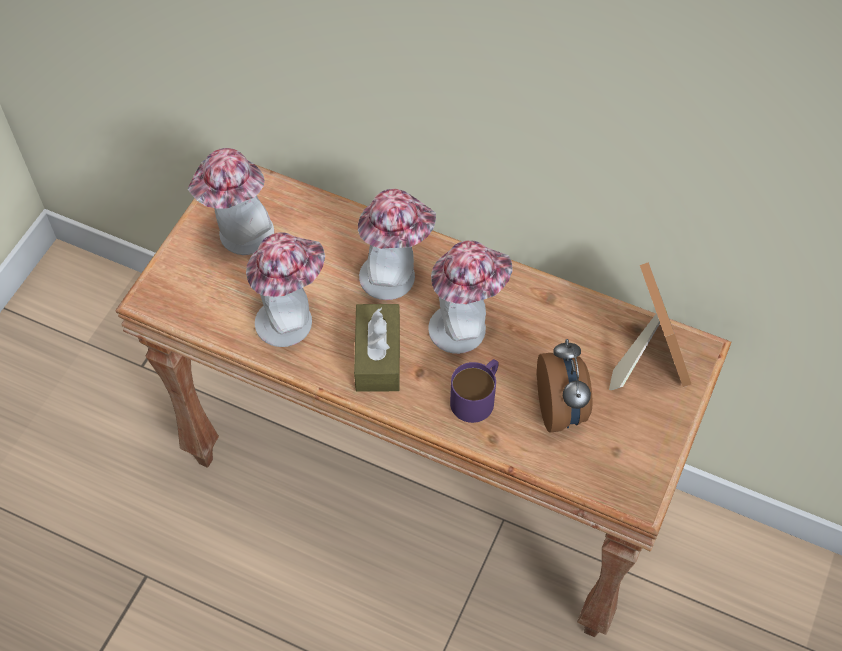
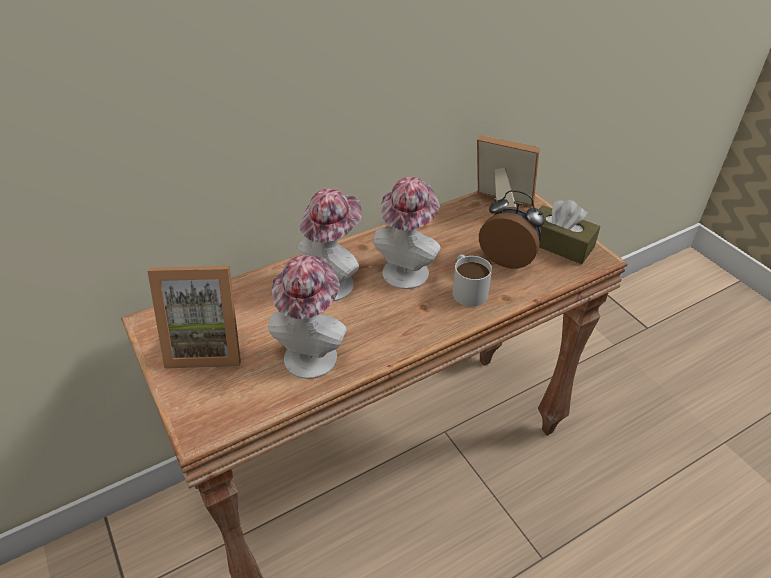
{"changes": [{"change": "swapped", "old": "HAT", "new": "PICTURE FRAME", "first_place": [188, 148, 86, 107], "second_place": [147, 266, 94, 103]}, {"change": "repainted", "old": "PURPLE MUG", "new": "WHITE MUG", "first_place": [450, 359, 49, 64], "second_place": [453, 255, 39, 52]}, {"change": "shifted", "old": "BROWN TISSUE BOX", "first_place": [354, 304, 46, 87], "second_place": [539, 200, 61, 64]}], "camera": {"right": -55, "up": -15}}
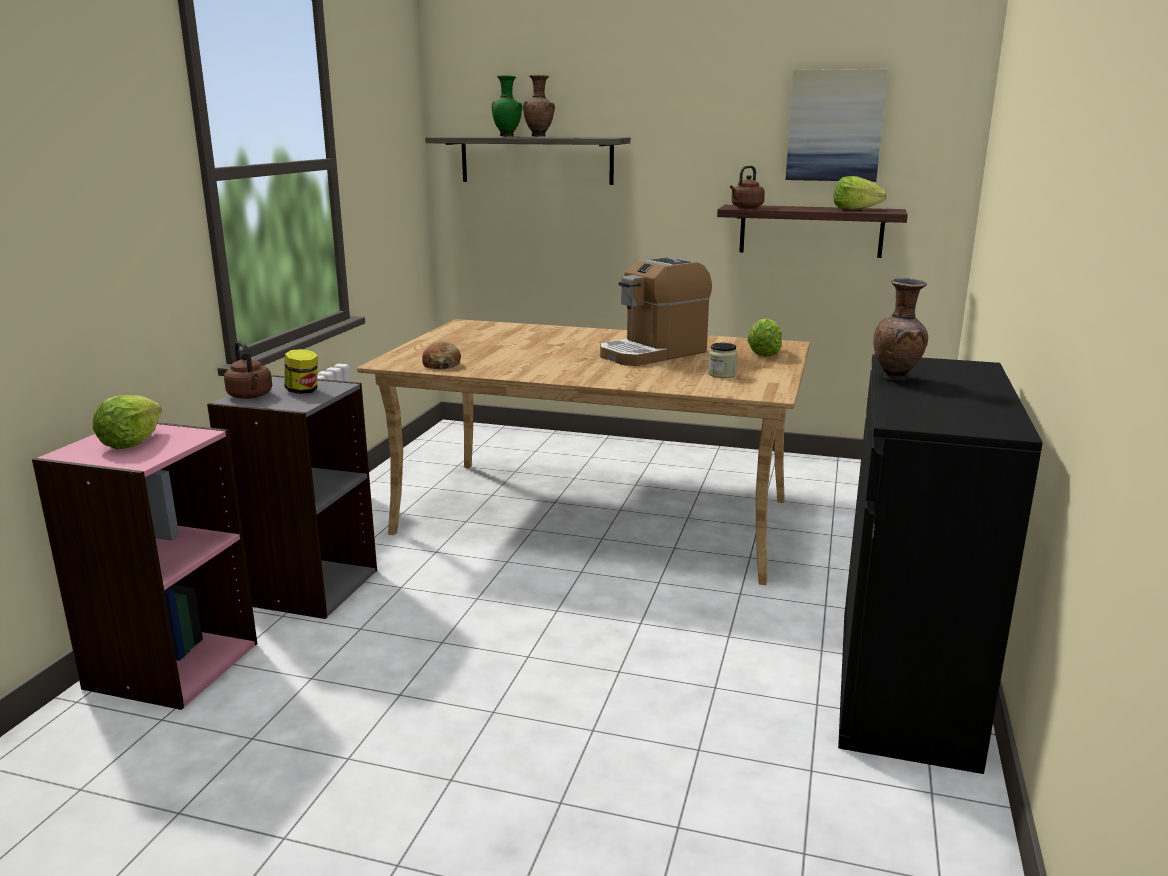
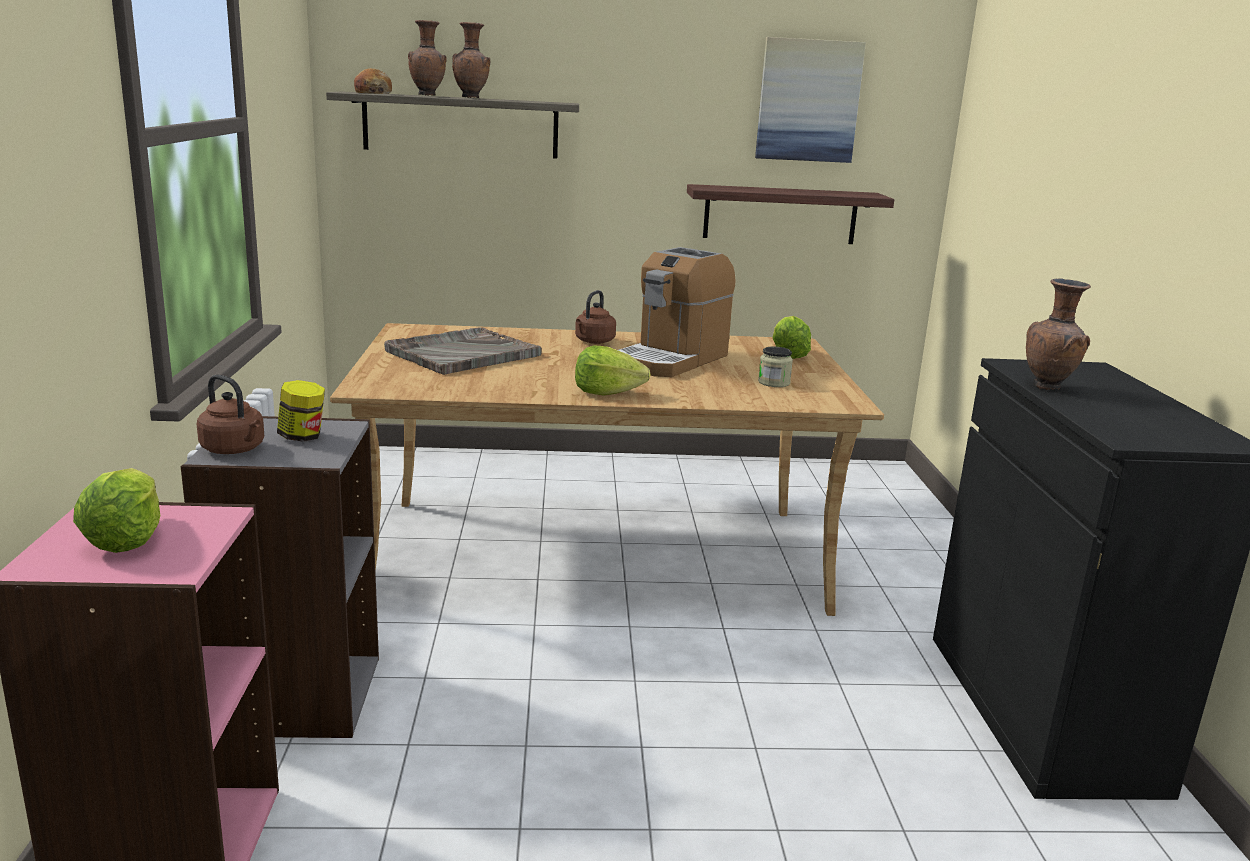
{"changes": [{"change": "shifted", "old": "BREAD", "first_place": [422, 341, 39, 28], "second_place": [354, 68, 38, 26]}, {"change": "new", "new": "GREY TRAY", "second_place": [384, 327, 158, 48]}, {"change": "repainted", "old": "GREEN VASE", "new": "BROWN VASE", "first_place": [492, 75, 30, 61], "second_place": [408, 20, 39, 76]}, {"change": "shifted", "old": "BROWN KETTLE", "first_place": [730, 166, 35, 42], "second_place": [575, 290, 41, 54]}, {"change": "shifted", "old": "LETTUCE", "first_place": [833, 176, 54, 34], "second_place": [575, 345, 75, 51]}], "camera": {"right": -20, "up": 0}}
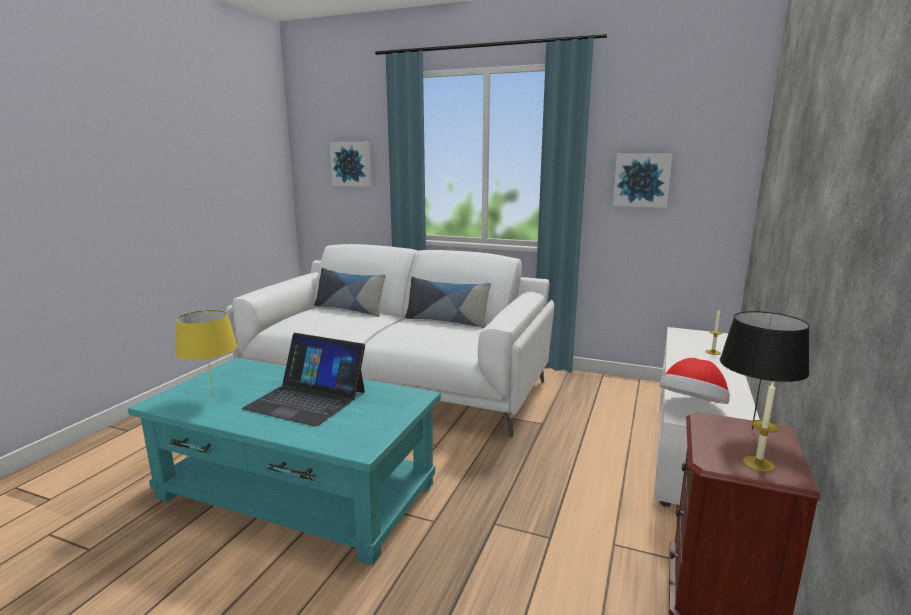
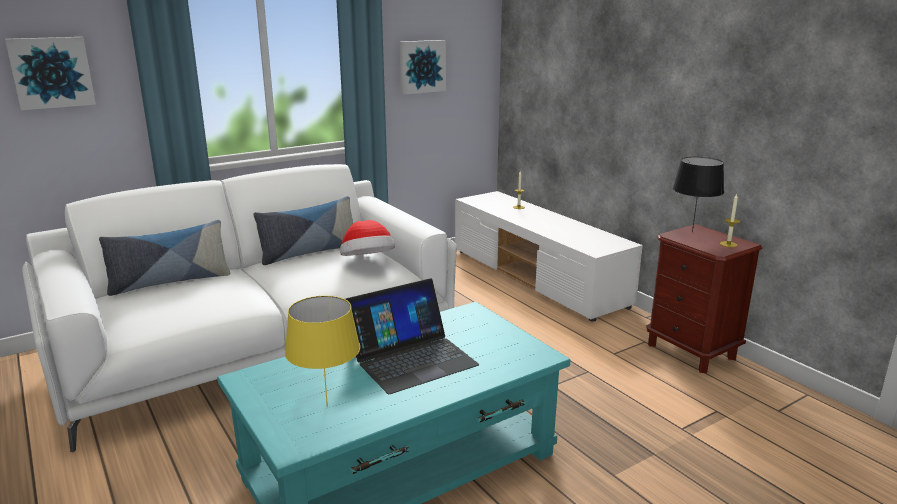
{"changes": [{"change": "shifted", "old": "HAT", "first_place": [660, 358, 70, 46], "second_place": [340, 220, 55, 36]}], "camera": {"right": -55, "up": 5}}
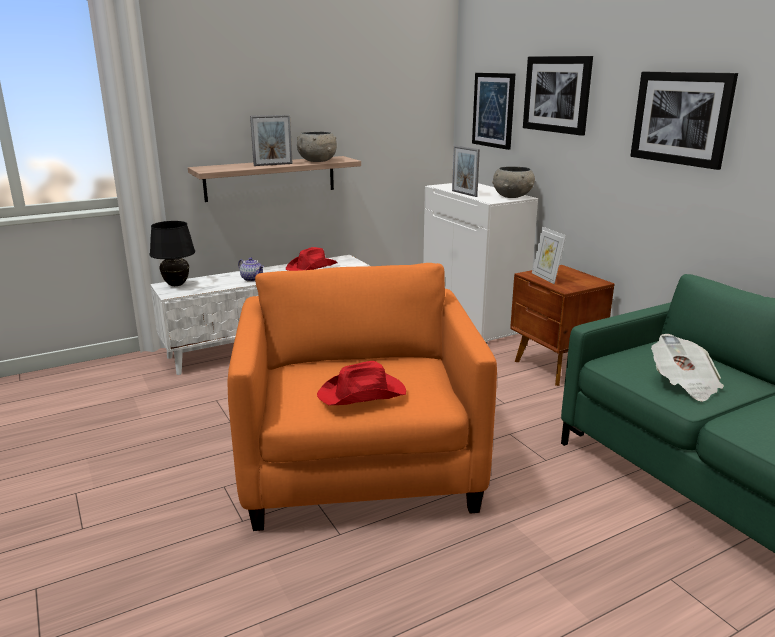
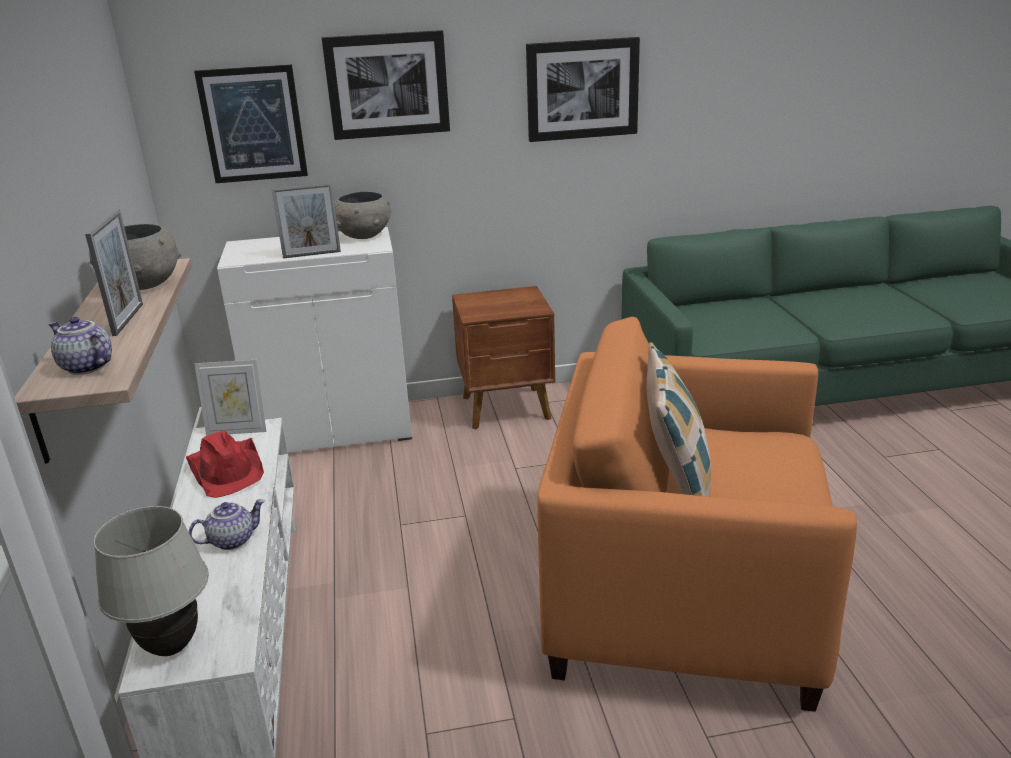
{"changes": [{"change": "new", "new": "TEAPOT", "second_place": [49, 317, 63, 58]}, {"change": "repainted", "old": "BLACK TABLE LAMP", "new": "WHITE TABLE LAMP", "first_place": [149, 221, 46, 65], "second_place": [93, 506, 116, 150]}, {"change": "shifted", "old": "PICTURE FRAME", "first_place": [532, 227, 34, 57], "second_place": [194, 360, 72, 76]}, {"change": "new", "new": "PILLOW", "second_place": [646, 342, 65, 155]}, {"change": "gone", "old": "RED HAT", "first_place": [317, 361, 89, 44]}, {"change": "gone", "old": "NEWSPAPER", "first_place": [651, 334, 73, 68]}], "camera": {"right": -70, "up": 5}}
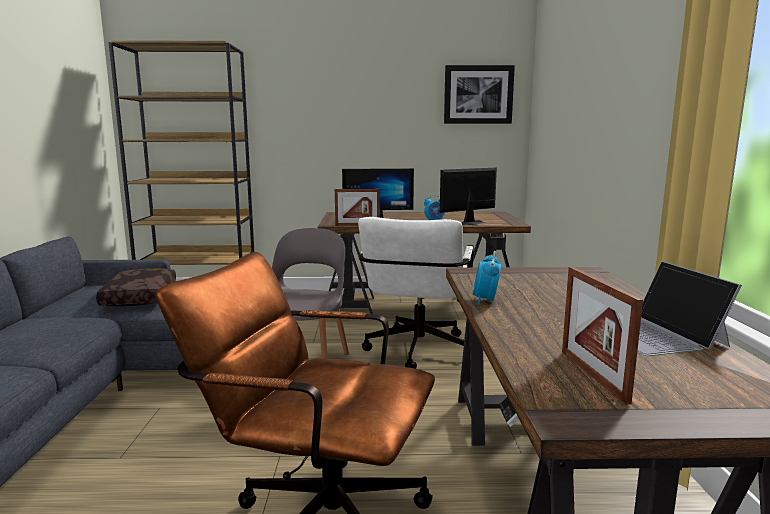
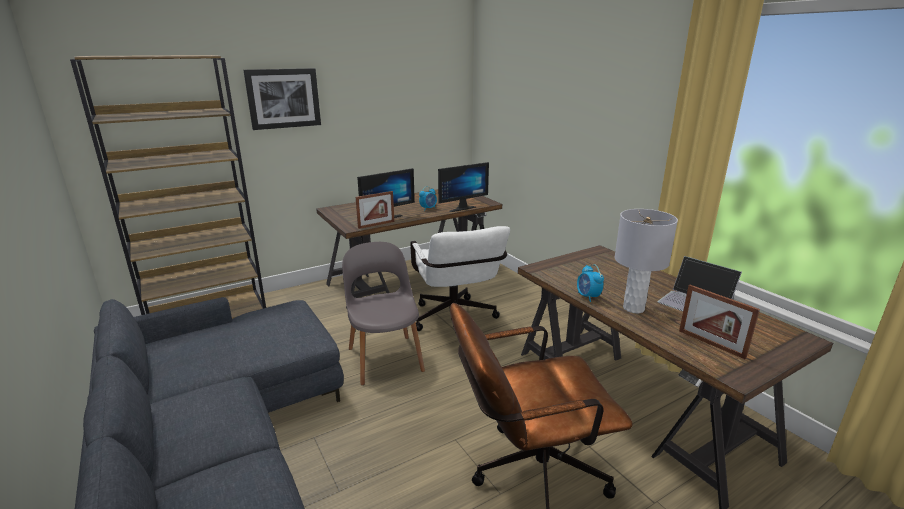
{"changes": [{"change": "shifted", "old": "PICTURE", "first_place": [444, 65, 71, 59], "second_place": [243, 68, 78, 62]}, {"change": "rotated", "old": "MONITOR", "first_place": [440, 168, 57, 58], "second_place": [438, 162, 51, 50], "degrees": -150}, {"change": "new", "new": "GREY TABLE LAMP", "second_place": [615, 209, 63, 105]}, {"change": "gone", "old": "BROWN PILLOW", "first_place": [96, 268, 80, 39]}], "camera": {"right": -30, "up": 10}}
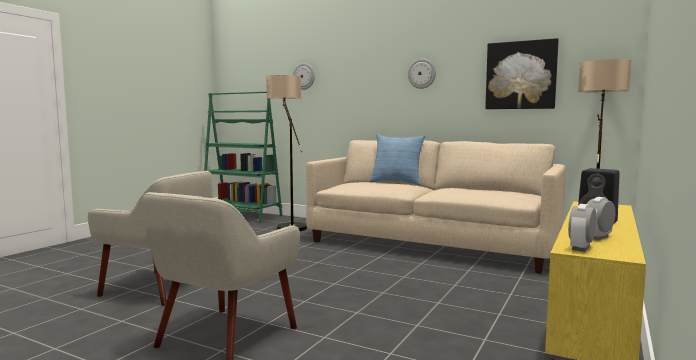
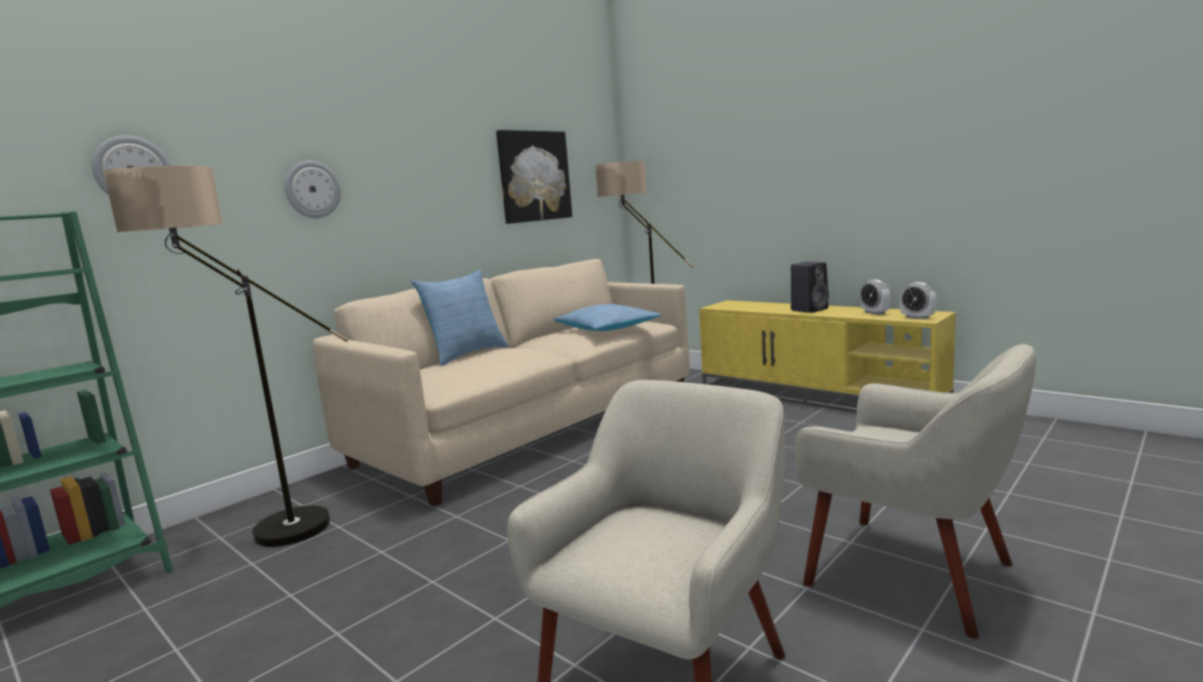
{"changes": [{"change": "shifted", "old": "WALL CLOCK", "first_place": [408, 59, 28, 30], "second_place": [285, 161, 56, 57]}, {"change": "new", "new": "PILLOW", "second_place": [554, 304, 108, 27]}], "camera": {"right": -75, "up": 5}}
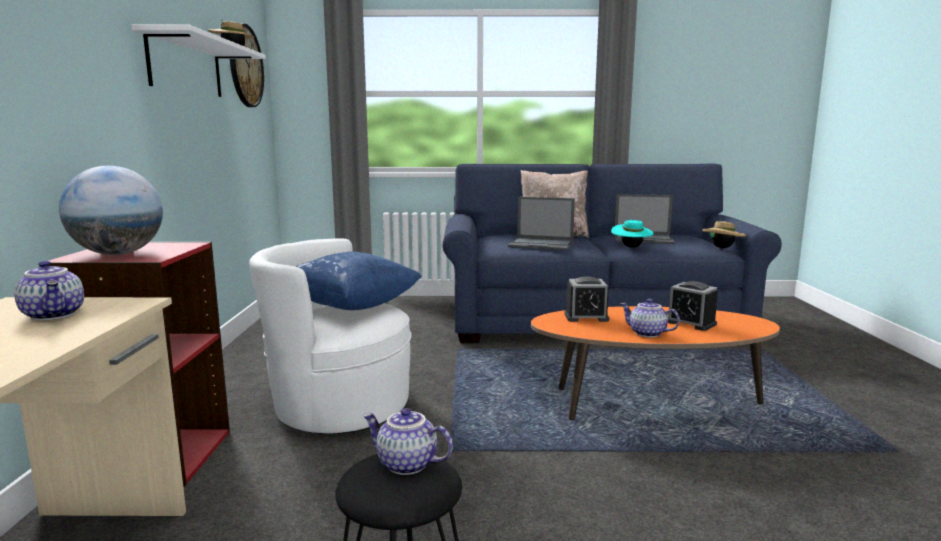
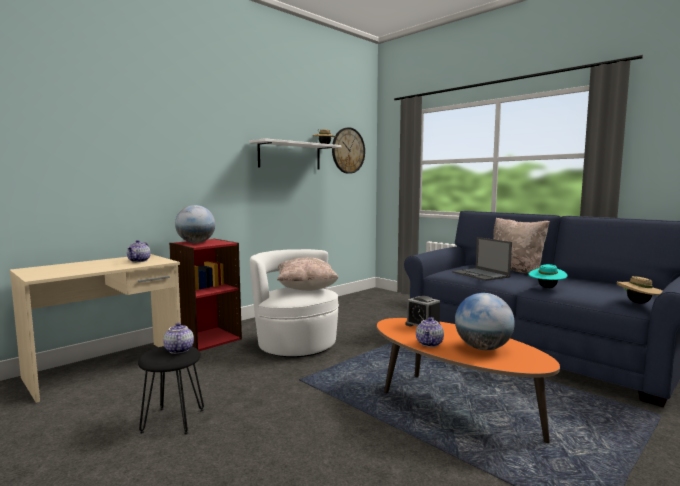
{"changes": [{"change": "repainted", "old": "BLUE PILLOW", "new": "BEIGE PILLOW", "first_place": [296, 252, 126, 58], "second_place": [277, 257, 62, 34]}, {"change": "rotated", "old": "TEAPOT", "first_place": [620, 299, 60, 38], "second_place": [416, 317, 28, 30], "degrees": -150}, {"change": "swapped", "old": "ALARM CLOCK", "new": "GLOBE", "first_place": [668, 281, 50, 50], "second_place": [455, 293, 60, 57]}, {"change": "gone", "old": "LAPTOP", "first_place": [614, 194, 61, 50]}], "camera": {"right": 45, "up": -5}}
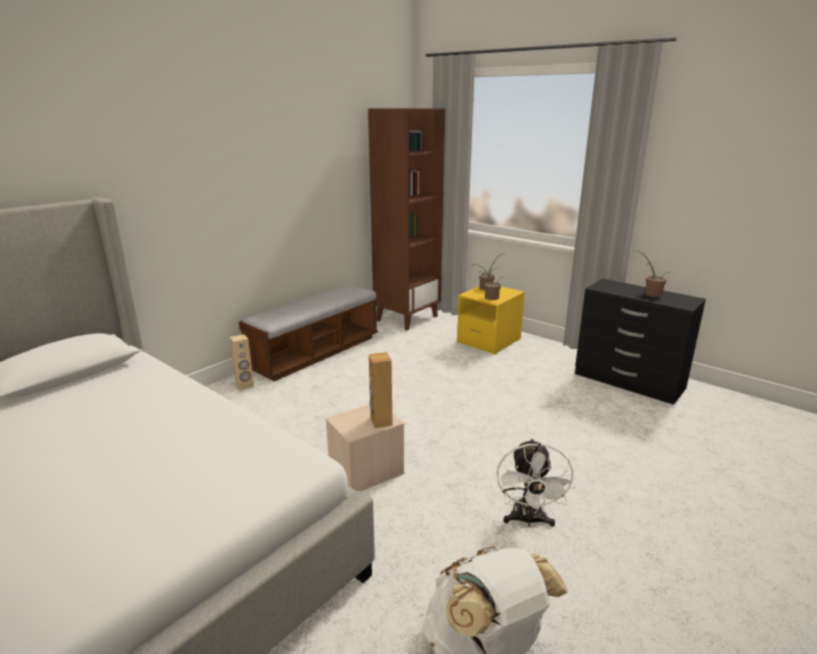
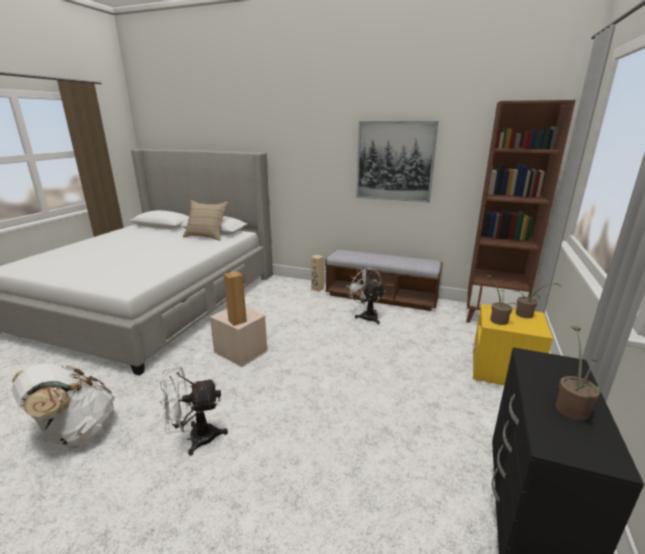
{"changes": [{"change": "new", "new": "BEIGE PILLOW", "second_place": [183, 200, 45, 41]}, {"change": "new", "new": "WHITE FAN", "second_place": [346, 266, 39, 58]}, {"change": "new", "new": "PICTURE", "second_place": [356, 121, 82, 81]}], "camera": {"right": 70, "up": 0}}
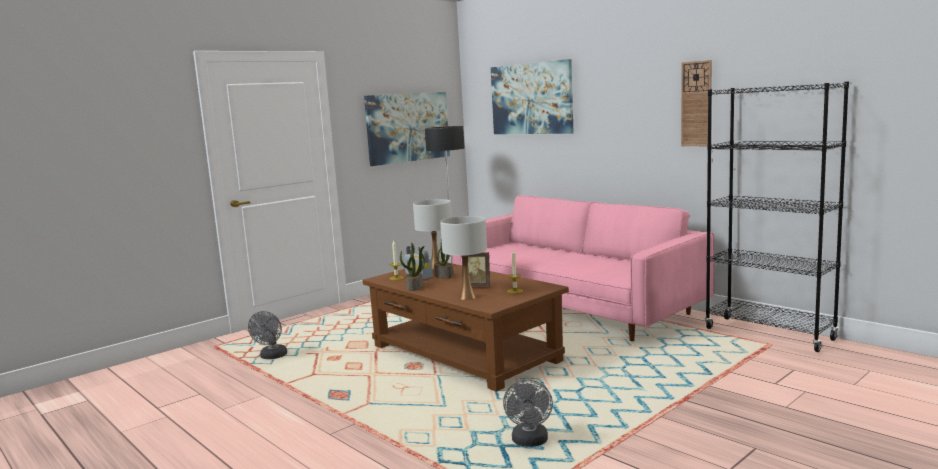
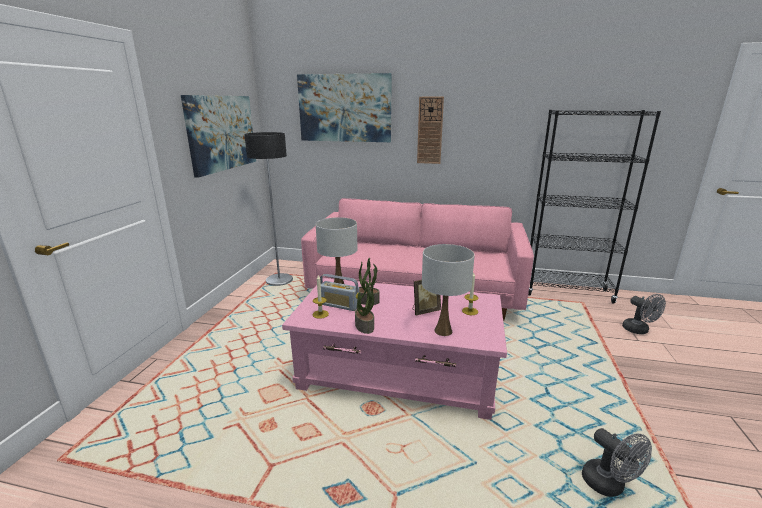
{"changes": [{"change": "repainted", "old": "BROWN COFFEE TABLE", "new": "PINK COFFEE TABLE", "first_place": [363, 263, 206, 129], "second_place": [282, 278, 225, 142]}, {"change": "shifted", "old": "WALL CLOCK", "first_place": [681, 60, 31, 86], "second_place": [417, 97, 27, 67]}, {"change": "shifted", "old": "GREY FAN", "first_place": [248, 311, 39, 48], "second_place": [622, 294, 44, 40]}], "camera": {"right": -35, "up": 10}}
